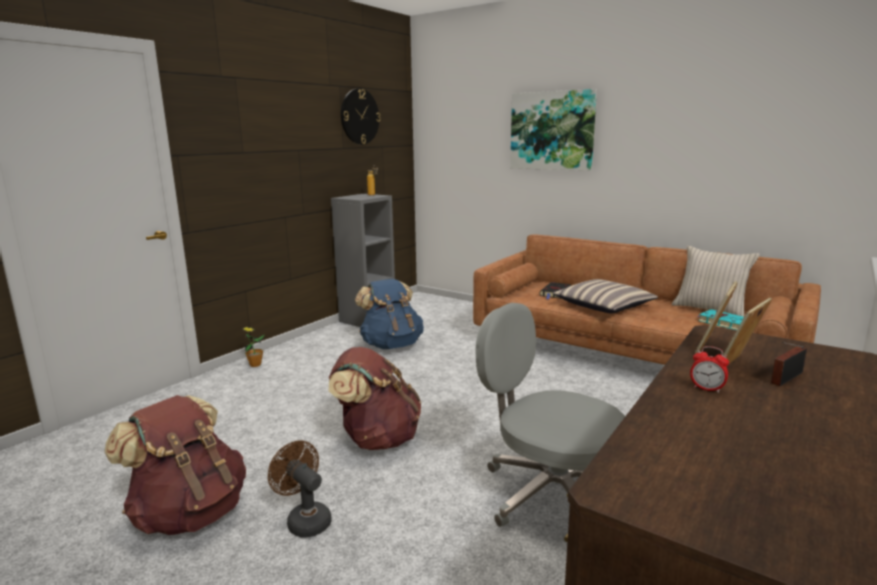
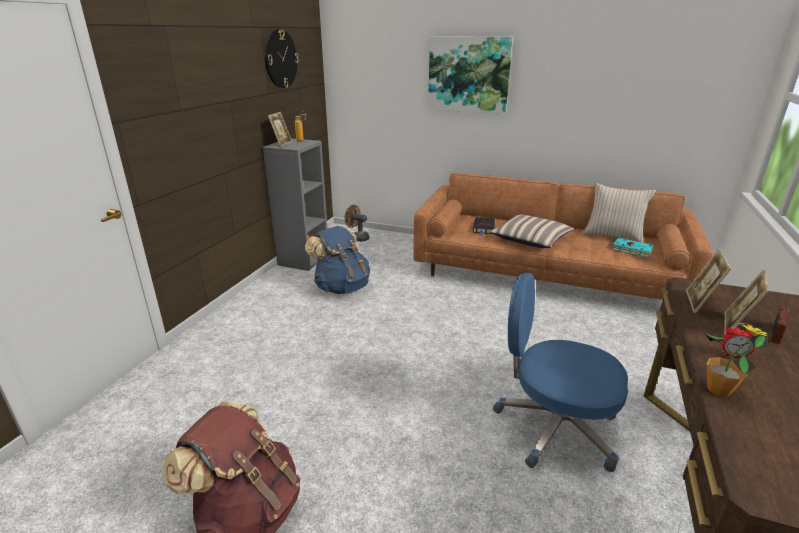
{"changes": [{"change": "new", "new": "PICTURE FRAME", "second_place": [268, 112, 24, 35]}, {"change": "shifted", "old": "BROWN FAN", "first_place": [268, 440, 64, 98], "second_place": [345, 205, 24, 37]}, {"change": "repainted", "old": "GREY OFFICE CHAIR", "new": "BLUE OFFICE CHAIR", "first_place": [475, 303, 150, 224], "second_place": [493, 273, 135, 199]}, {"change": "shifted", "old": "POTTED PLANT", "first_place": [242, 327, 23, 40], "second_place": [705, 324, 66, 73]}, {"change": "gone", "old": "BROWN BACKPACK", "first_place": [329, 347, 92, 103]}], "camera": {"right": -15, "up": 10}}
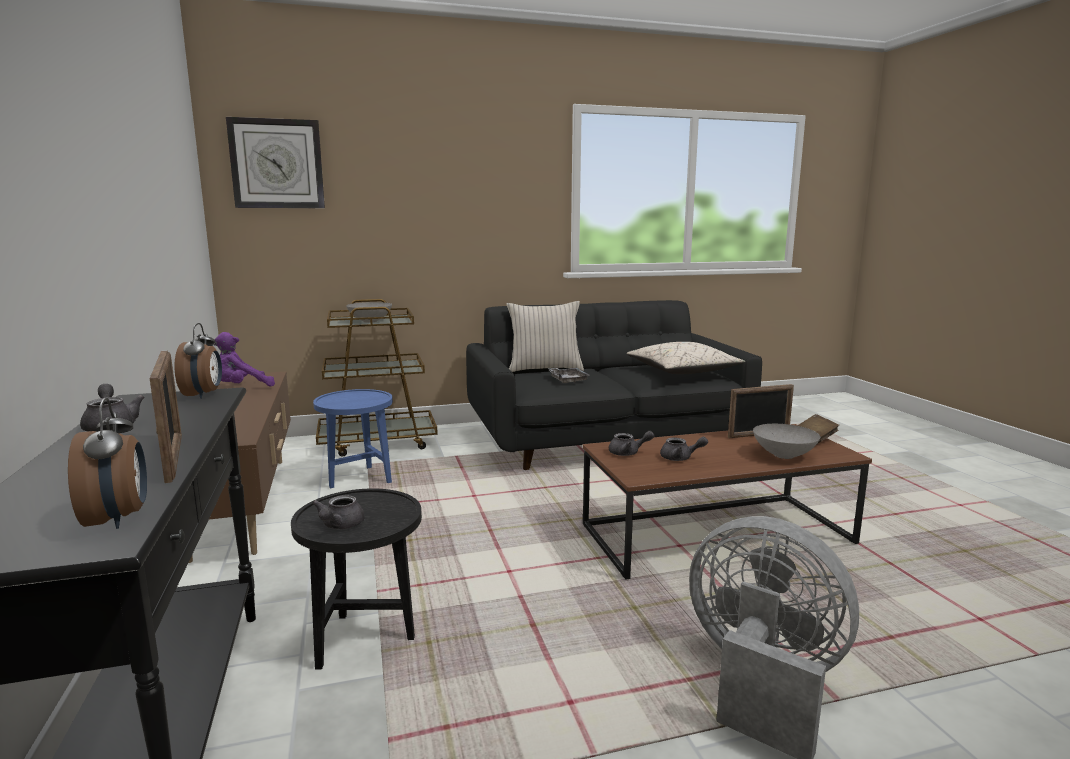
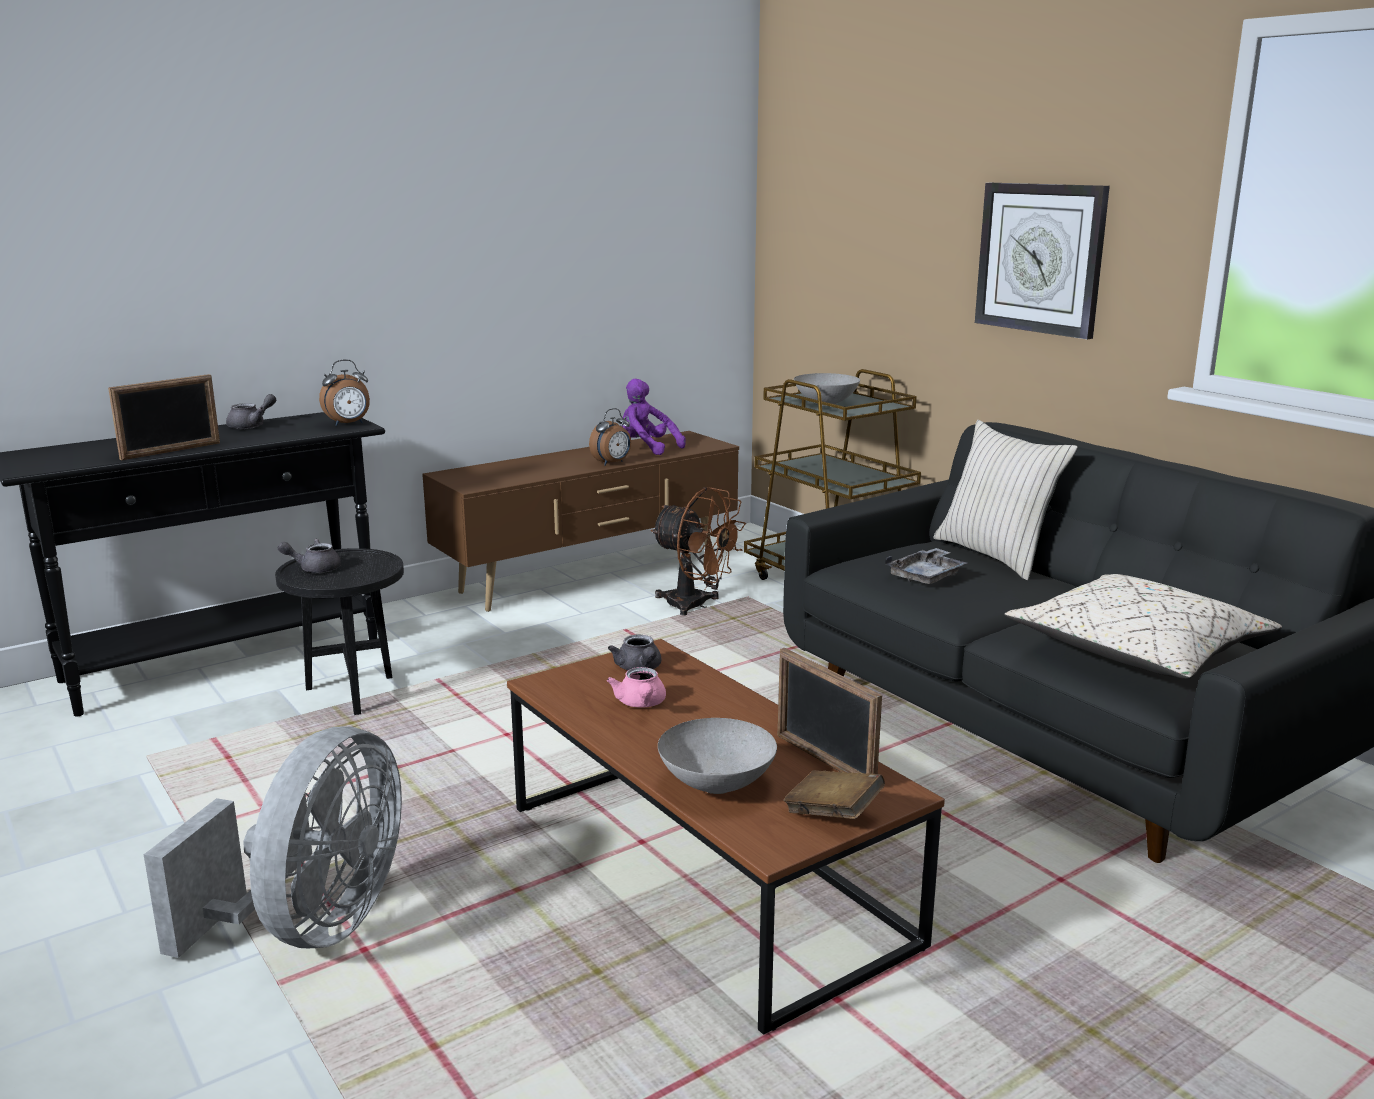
{"changes": [{"change": "shifted", "old": "ALARM CLOCK", "first_place": [68, 398, 79, 131], "second_place": [589, 408, 42, 57]}, {"change": "repainted", "old": "GREY TEAPOT", "new": "PINK TEAPOT", "first_place": [660, 437, 48, 24], "second_place": [607, 667, 59, 41]}, {"change": "swapped", "old": "BLUE SIDE TABLE", "new": "BROWN FAN", "first_place": [313, 389, 80, 99], "second_place": [650, 487, 96, 129]}, {"change": "shifted", "old": "WALL CLOCK", "first_place": [226, 117, 99, 91], "second_place": [975, 183, 135, 156]}], "camera": {"right": 70, "up": 5}}
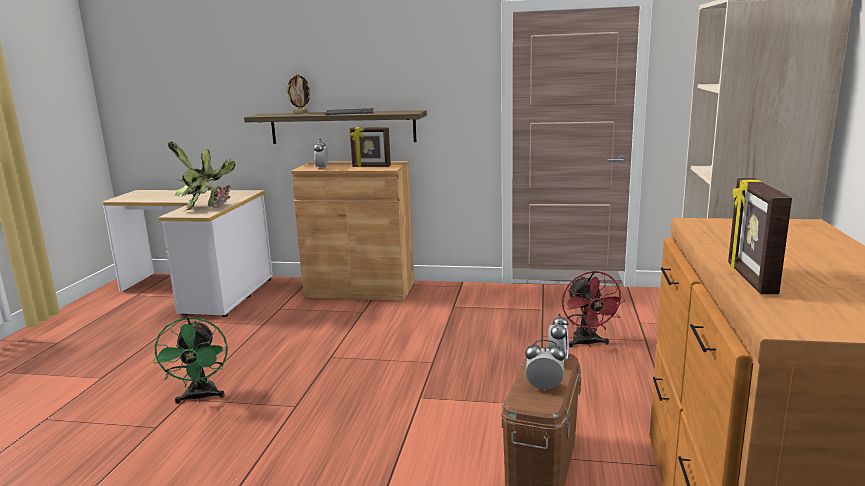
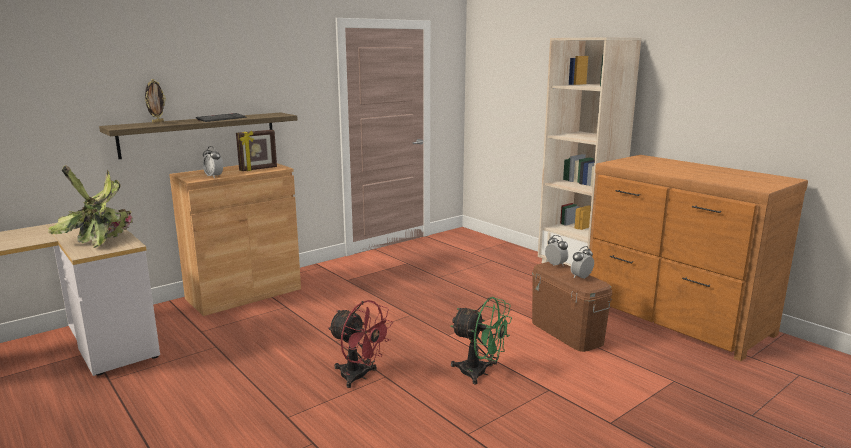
{"changes": [{"change": "shifted", "old": "RED FAN", "first_place": [562, 271, 64, 77], "second_place": [328, 300, 65, 88]}, {"change": "shifted", "old": "GREEN FAN", "first_place": [153, 317, 75, 87], "second_place": [451, 297, 61, 88]}, {"change": "gone", "old": "PICTURE FRAME", "first_place": [728, 178, 64, 116]}], "camera": {"right": -50, "up": 0}}
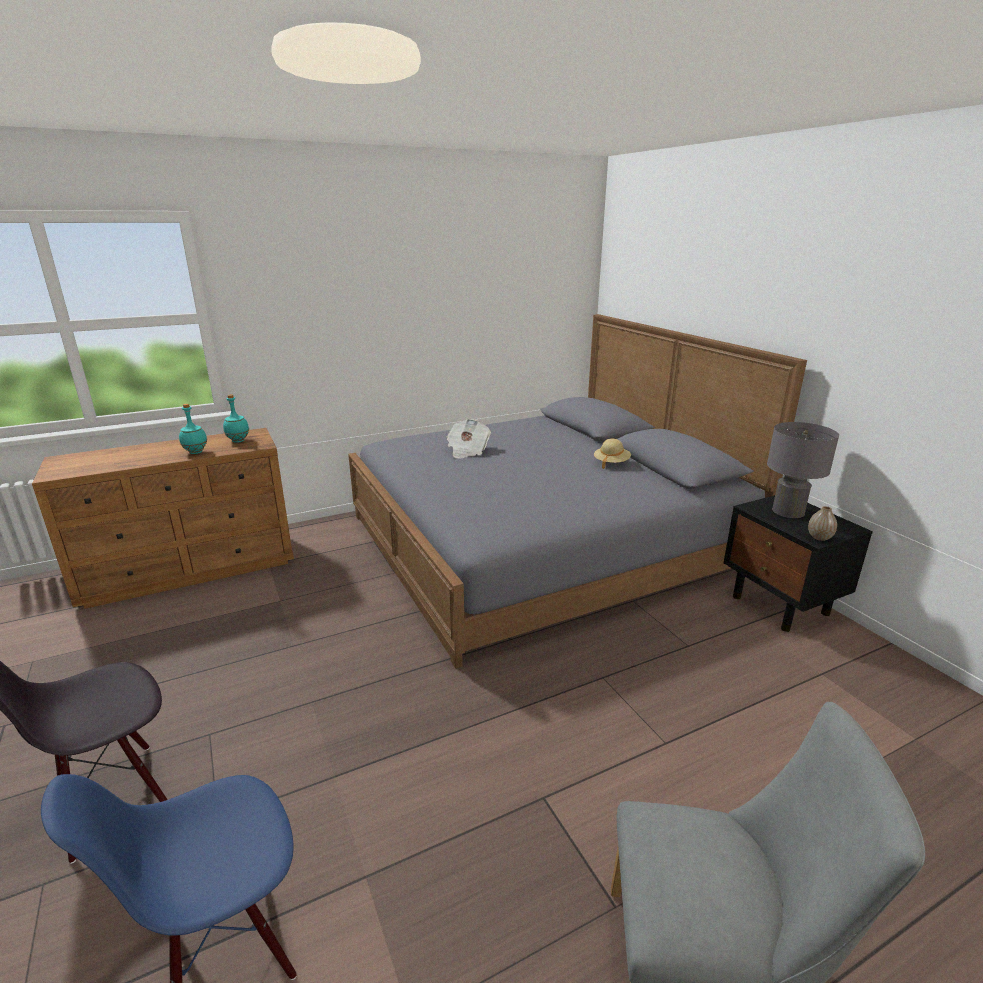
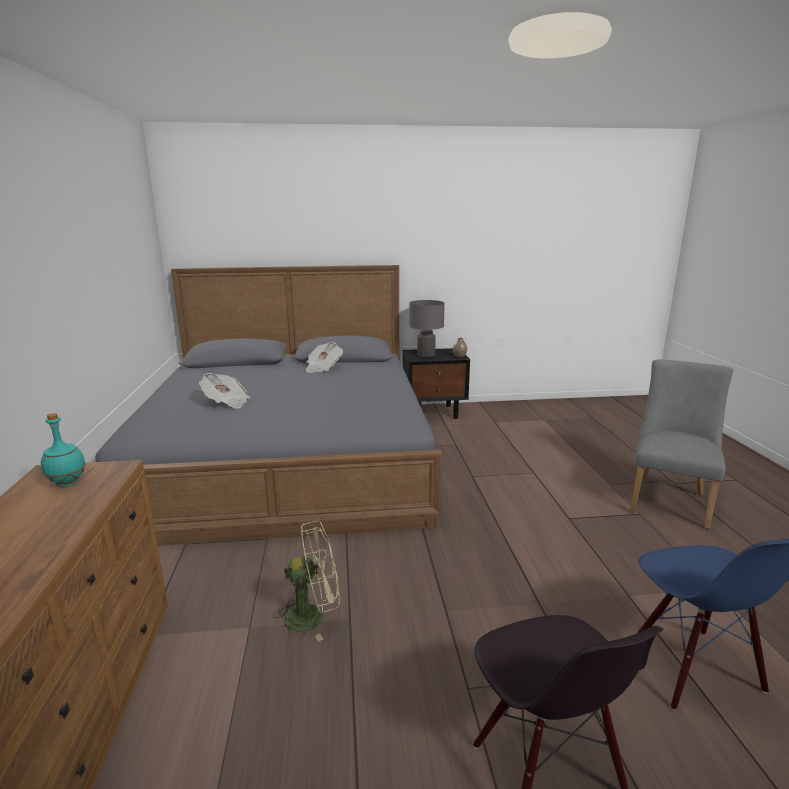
{"changes": [{"change": "new", "new": "GREEN FAN", "second_place": [273, 521, 67, 120]}, {"change": "swapped", "old": "BEIGE HAT", "new": "NEWSPAPER", "first_place": [594, 438, 37, 31], "second_place": [305, 342, 38, 31]}, {"change": "gone", "old": "TURQUOISE BOTTLE", "first_place": [179, 404, 28, 50]}], "camera": {"right": -70, "up": -5}}
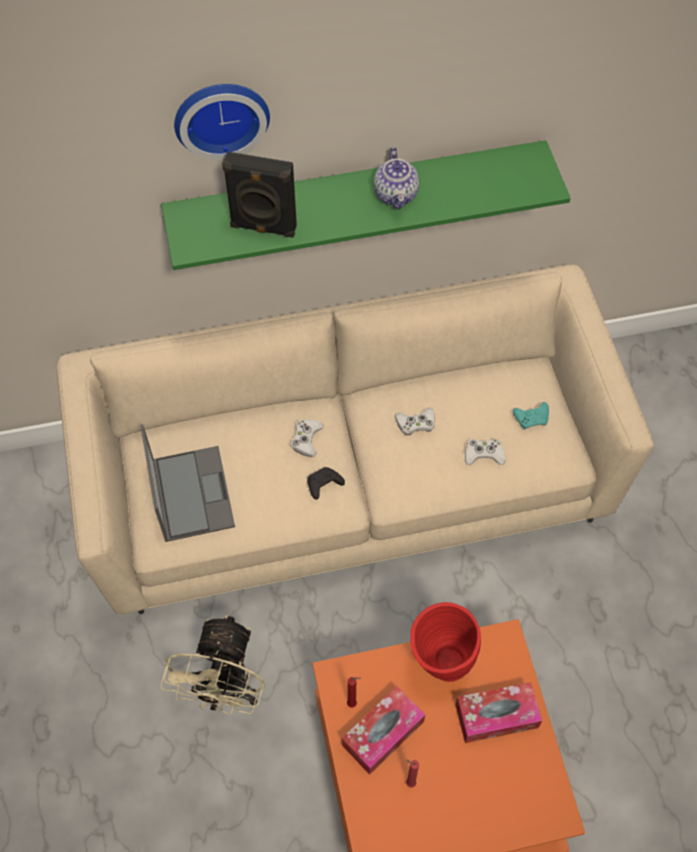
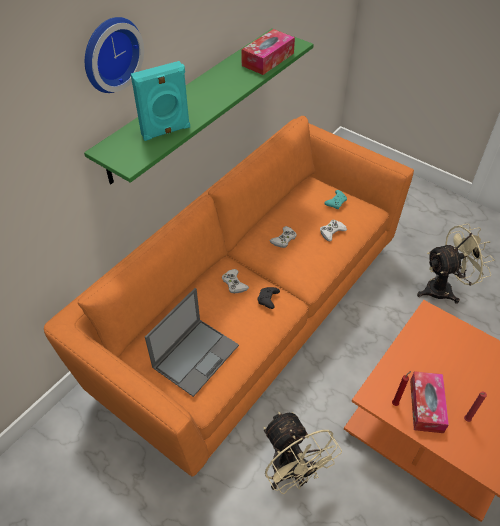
{"changes": [{"change": "repainted", "old": "BEIGE SOFA", "new": "ORANGE SOFA", "first_place": [57, 265, 597, 350], "second_place": [44, 116, 370, 361]}, {"change": "repainted", "old": "BLACK SPEAKER", "new": "TURQUOISE SPEAKER", "first_place": [222, 151, 75, 87], "second_place": [131, 61, 59, 80]}, {"change": "rotated", "old": "LAPTOP", "first_place": [140, 424, 95, 118], "second_place": [145, 288, 94, 109], "degrees": 90}, {"change": "shifted", "old": "TISSUE BOX", "first_place": [455, 682, 87, 61], "second_place": [241, 29, 54, 46]}, {"change": "new", "new": "BEIGE FAN", "second_place": [417, 224, 77, 80]}, {"change": "gone", "old": "TEAPOT", "first_place": [374, 147, 45, 63]}, {"change": "gone", "old": "RED VASE", "first_place": [410, 602, 71, 80]}], "camera": {"right": -40, "up": -10}}
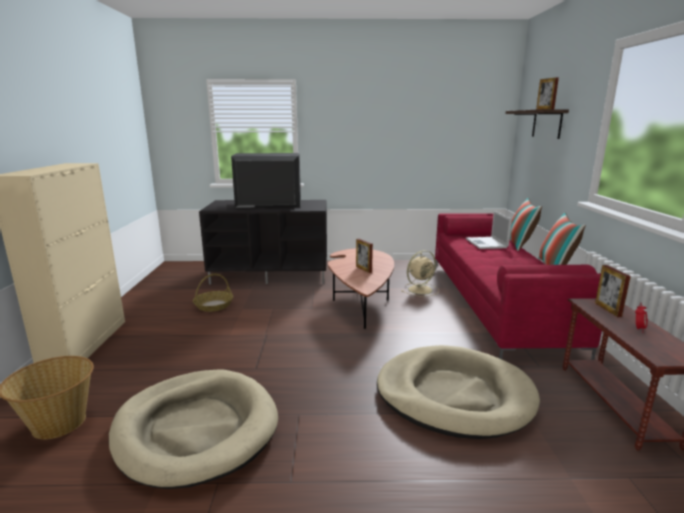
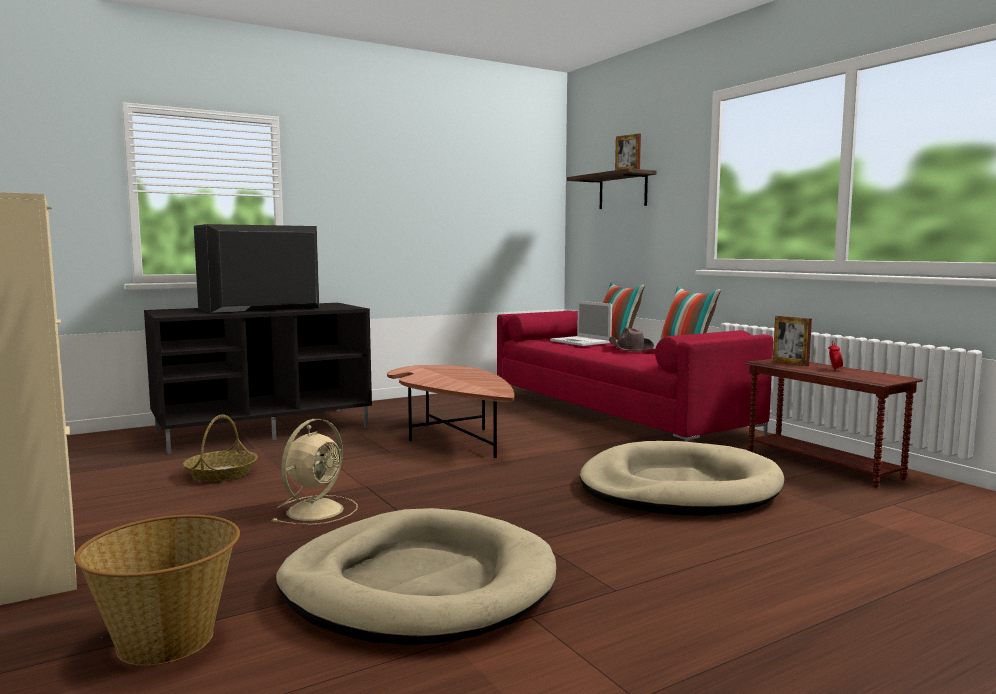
{"changes": [{"change": "shifted", "old": "BEIGE FAN", "first_place": [402, 250, 37, 47], "second_place": [272, 419, 85, 106]}, {"change": "new", "new": "BROWN HAT", "second_place": [609, 327, 45, 24]}, {"change": "gone", "old": "PICTURE FRAME", "first_place": [356, 239, 17, 34]}], "camera": {"right": -30, "up": -10}}
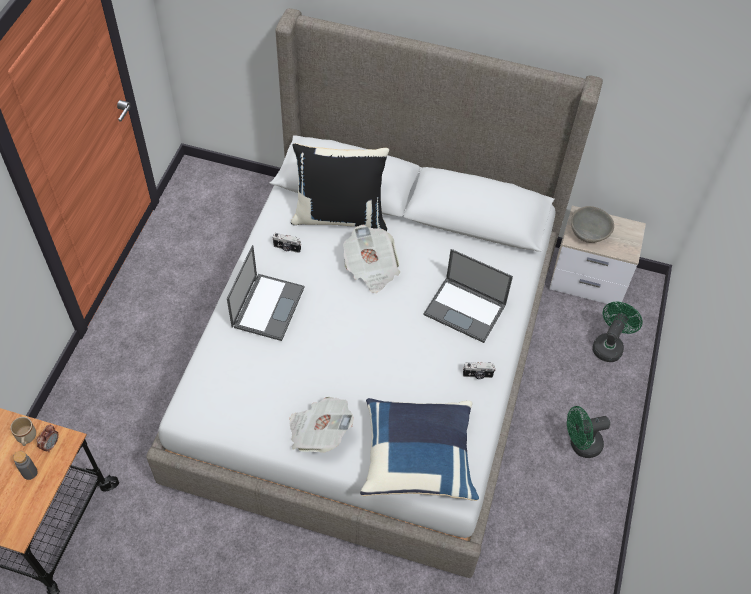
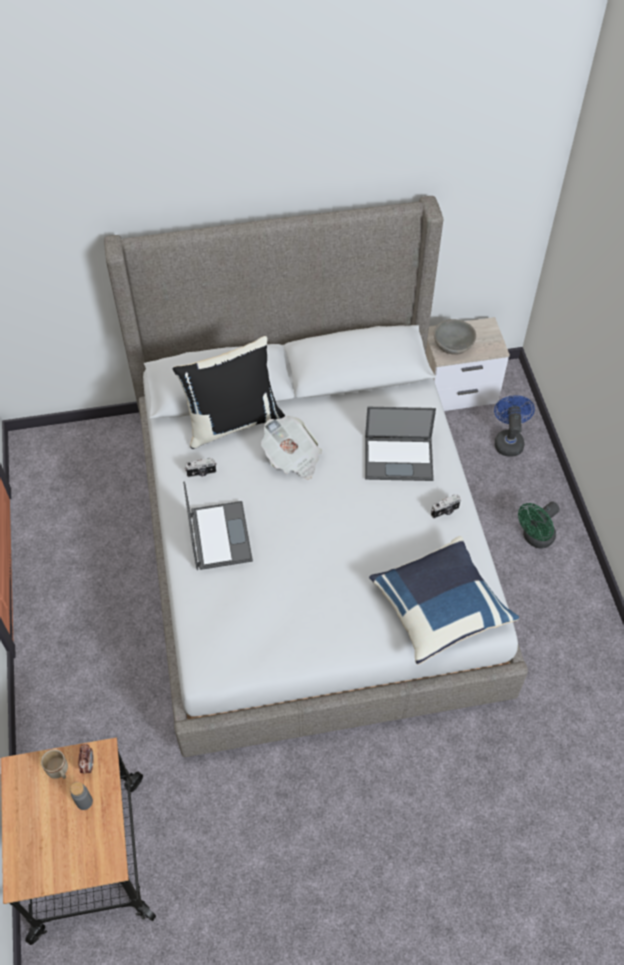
{"changes": [{"change": "repainted", "old": "GREEN FAN", "new": "BLUE FAN", "first_place": [592, 302, 51, 60], "second_place": [494, 395, 41, 62]}, {"change": "gone", "old": "NEWSPAPER", "first_place": [289, 397, 64, 56]}], "camera": {"right": -25, "up": 0}}
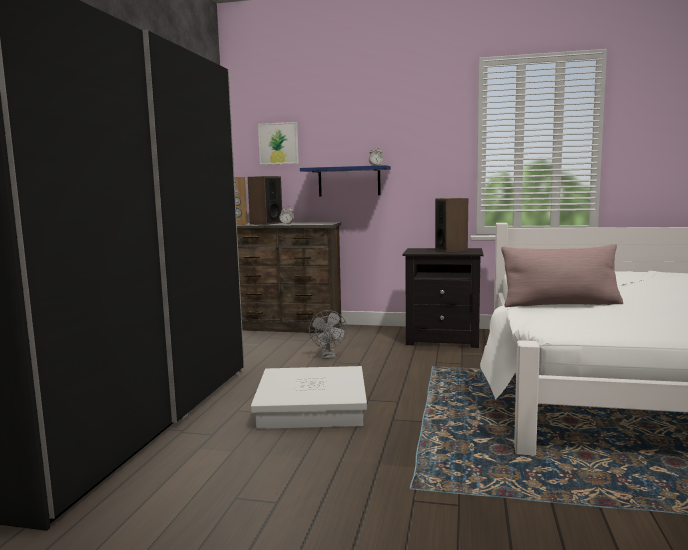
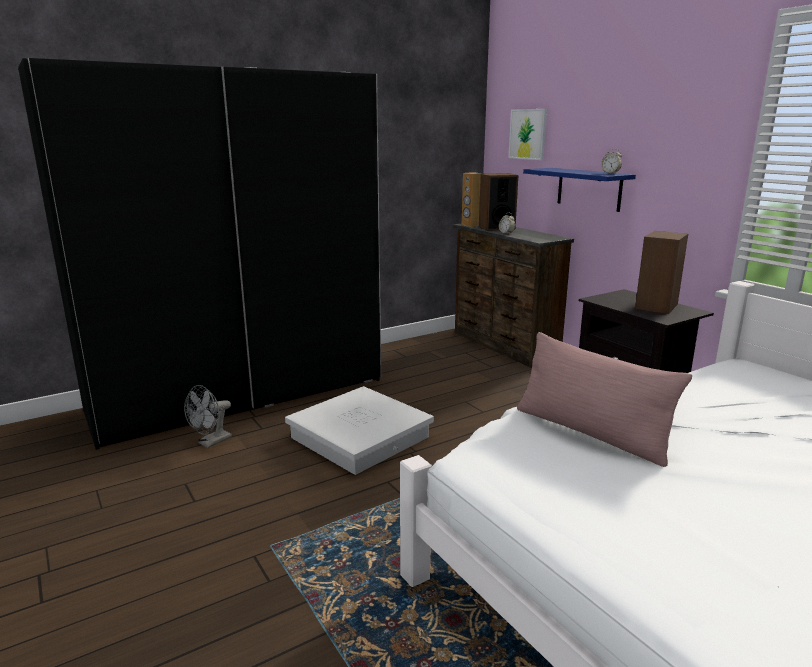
{"changes": [{"change": "shifted", "old": "GREY FAN", "first_place": [309, 310, 38, 49], "second_place": [184, 385, 48, 63]}], "camera": {"right": 45, "up": 10}}
